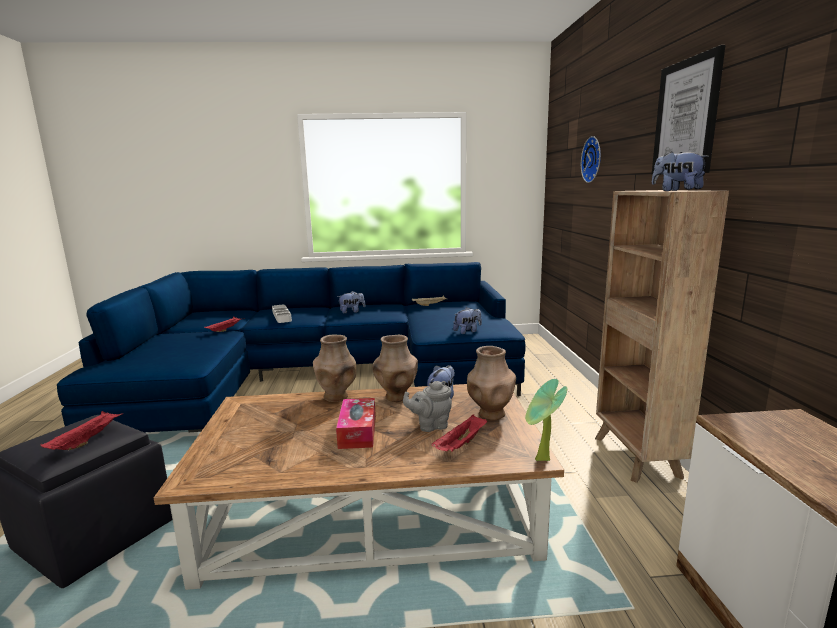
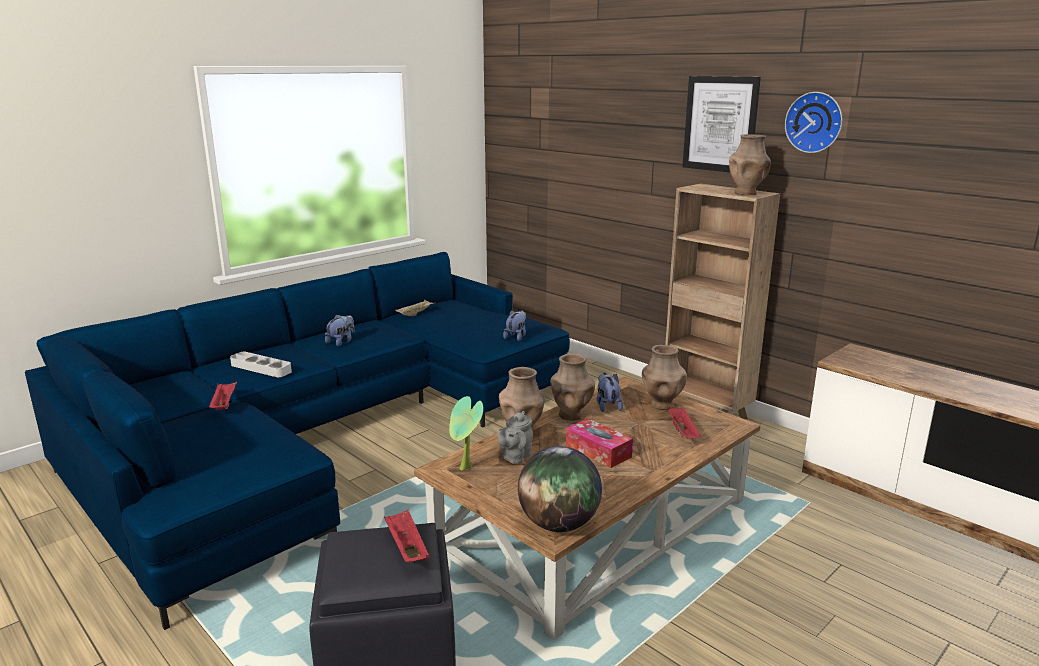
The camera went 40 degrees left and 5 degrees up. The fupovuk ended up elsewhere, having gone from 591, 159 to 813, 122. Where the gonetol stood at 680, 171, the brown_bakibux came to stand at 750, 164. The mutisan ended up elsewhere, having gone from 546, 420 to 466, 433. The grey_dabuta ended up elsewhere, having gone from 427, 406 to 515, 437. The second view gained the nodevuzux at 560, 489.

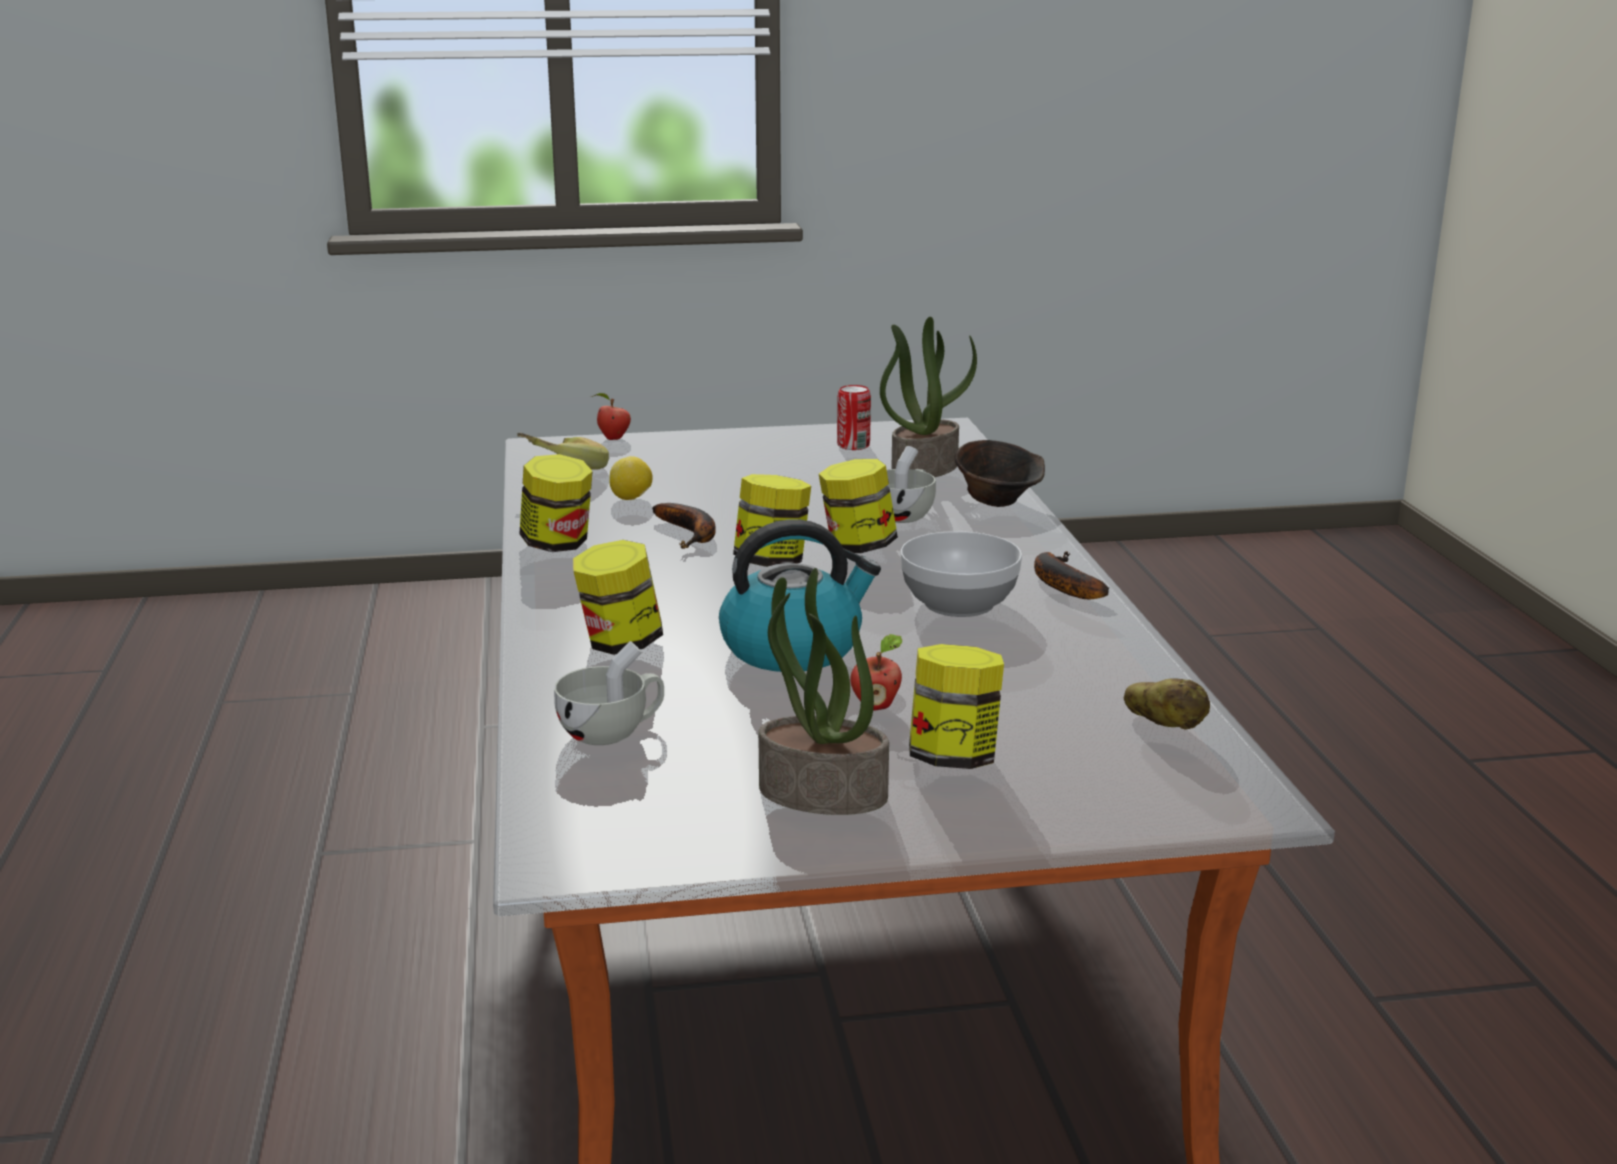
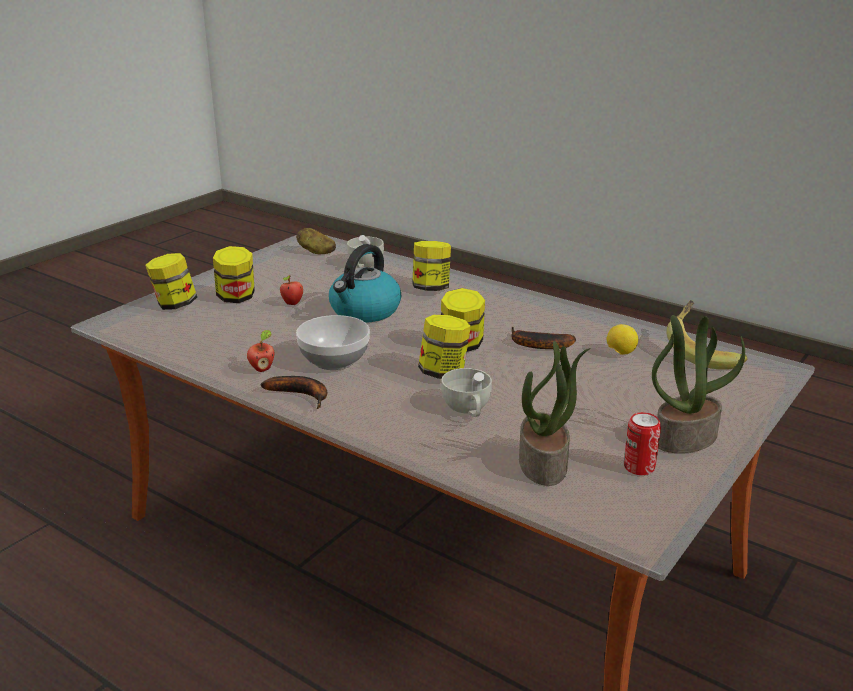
The camera went 135 degrees right and 5 degrees up. The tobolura ended up elsewhere, having gone from 611, 416 to 260, 351. The second view lost the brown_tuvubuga at 999, 473. The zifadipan ended up elsewhere, having gone from 556, 503 to 171, 281. The mutisan ended up elsewhere, having gone from 823, 691 to 698, 384. The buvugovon ended up elsewhere, having gone from 1167, 704 to 316, 241.

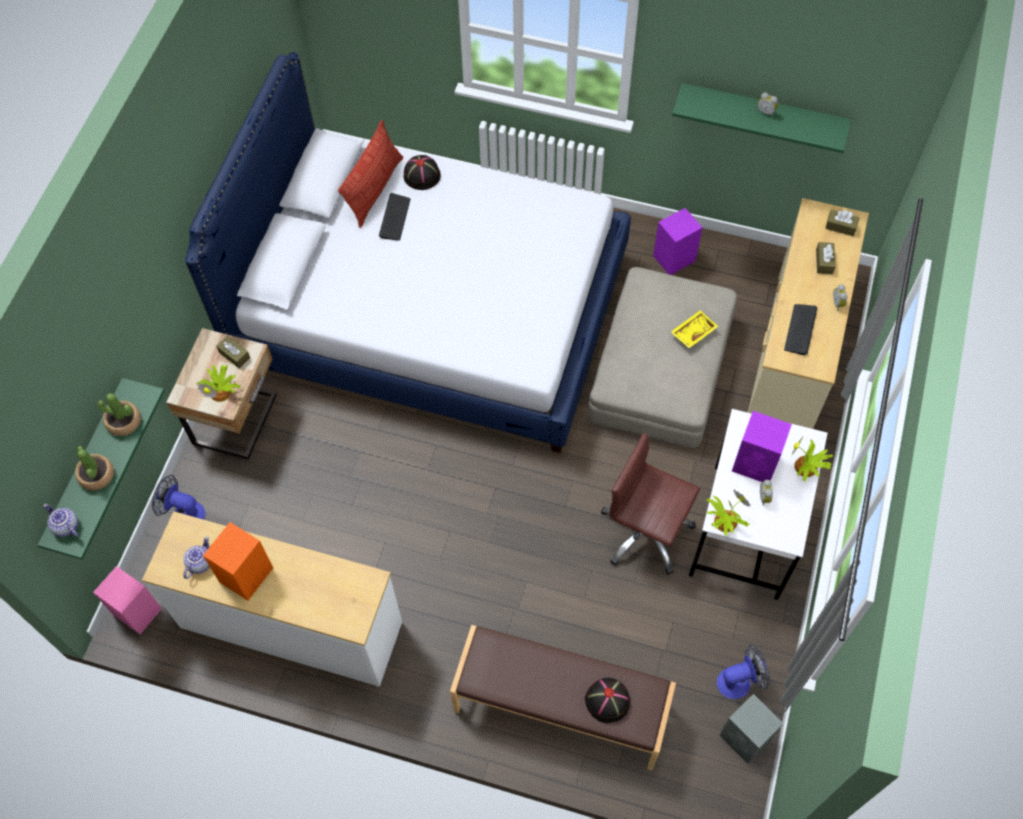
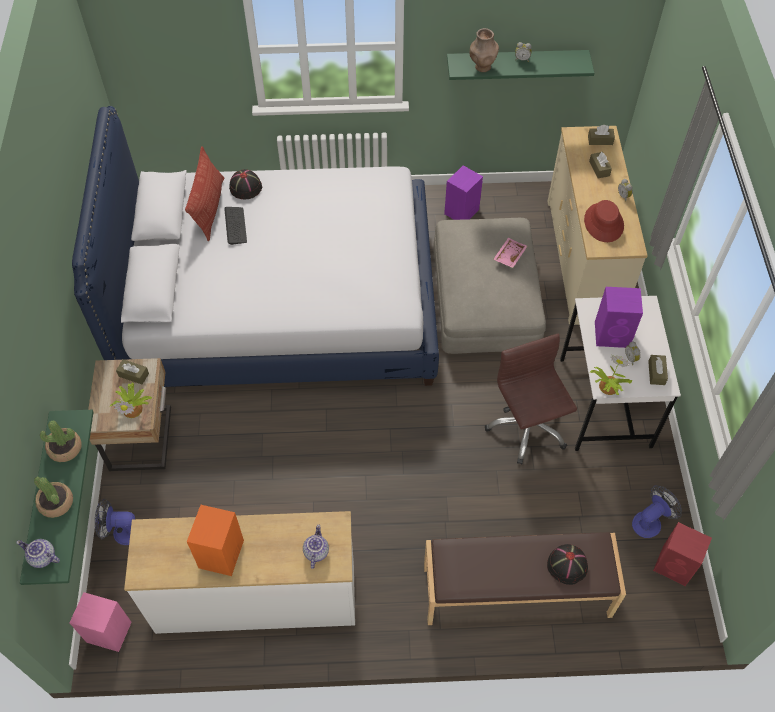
The camera went 20 degrees left and 5 degrees down. Where the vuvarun stood at 800, 329, the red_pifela came to stand at 604, 221. What was the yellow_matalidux at 694, 329 turned into the pink_matalidux at 510, 253. The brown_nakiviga at 650, 503 ended up facing another way, 60 degrees clockwise from before. The second view lost the mutisan at 812, 458. The dabuta ended up elsewhere, having gone from 196, 558 to 316, 547. What was the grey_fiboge at 751, 729 turned into the red_fiboge at 682, 554. The second view gained the brown_bakibux at 484, 50. The second view gained the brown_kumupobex at 658, 370.

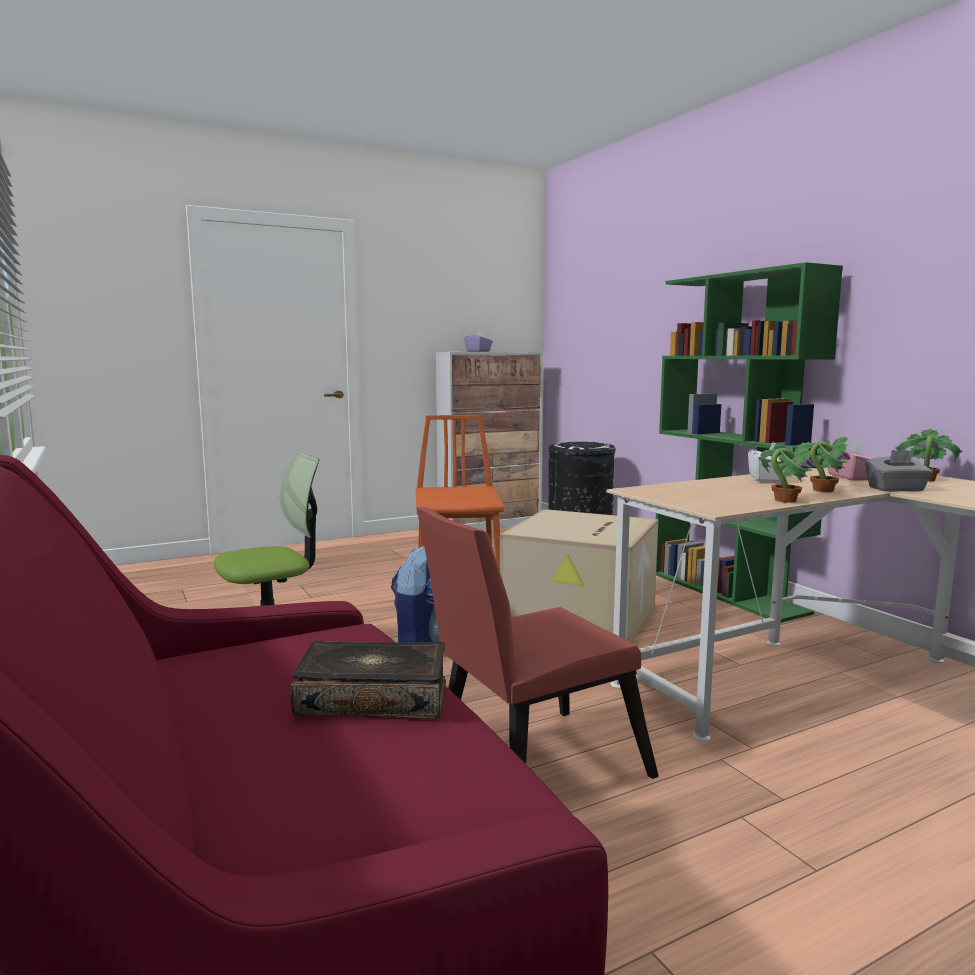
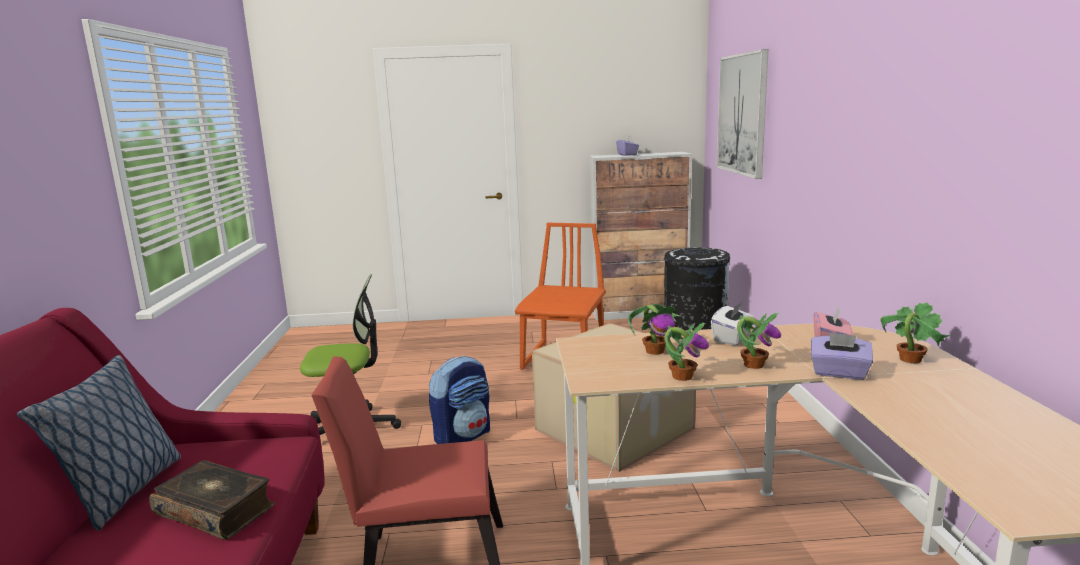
The camera went 25 degrees right and 5 degrees up. The second view lost the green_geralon at 749, 442. What was the grey_kumupobex at 899, 471 turned into the purple_kumupobex at 842, 356. The second view gained the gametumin at 742, 114. The second view gained the mutisan at 653, 329. The second view gained the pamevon at 99, 443.

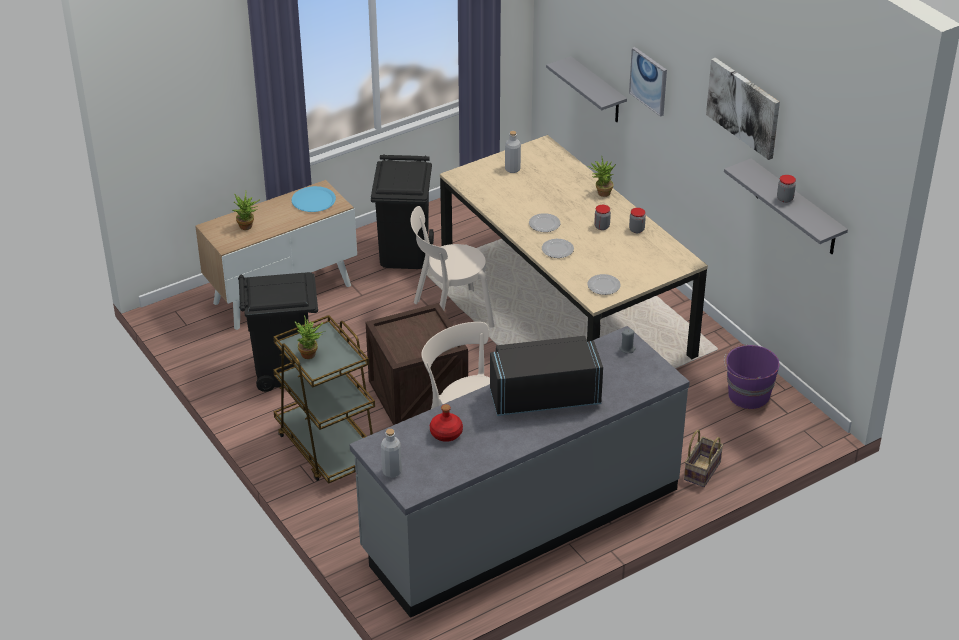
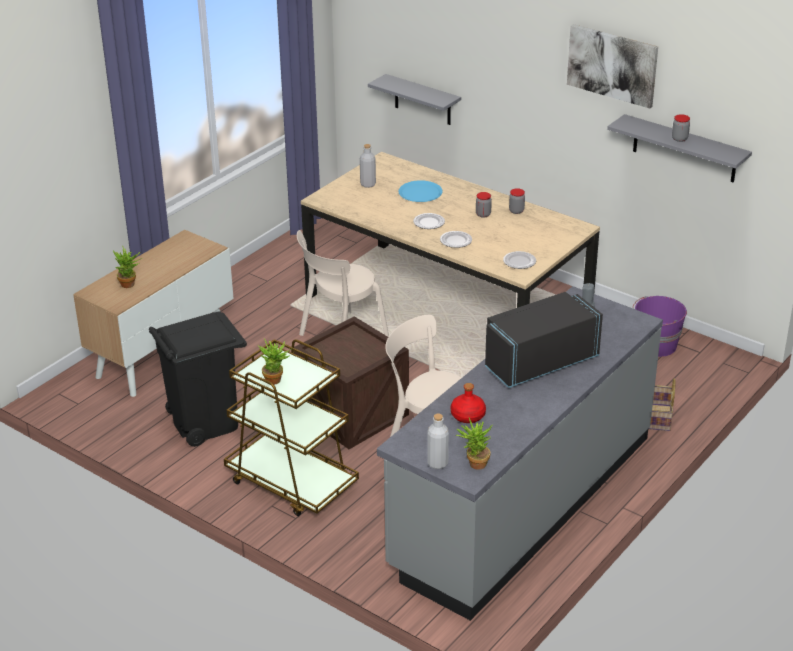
The camera went 20 degrees left and 5 degrees down. The second view lost the gametumin at 648, 82. The second view lost the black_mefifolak at 402, 211. The mutisan ended up elsewhere, having gone from 602, 177 to 474, 443. The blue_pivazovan ended up elsewhere, having gone from 314, 199 to 420, 191.

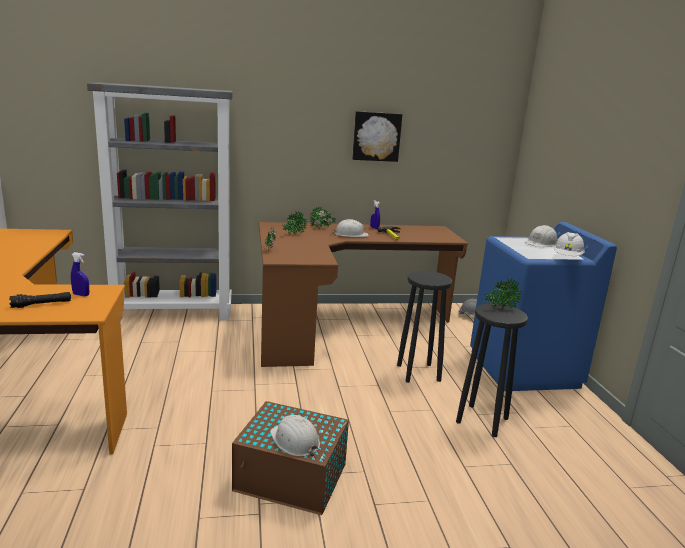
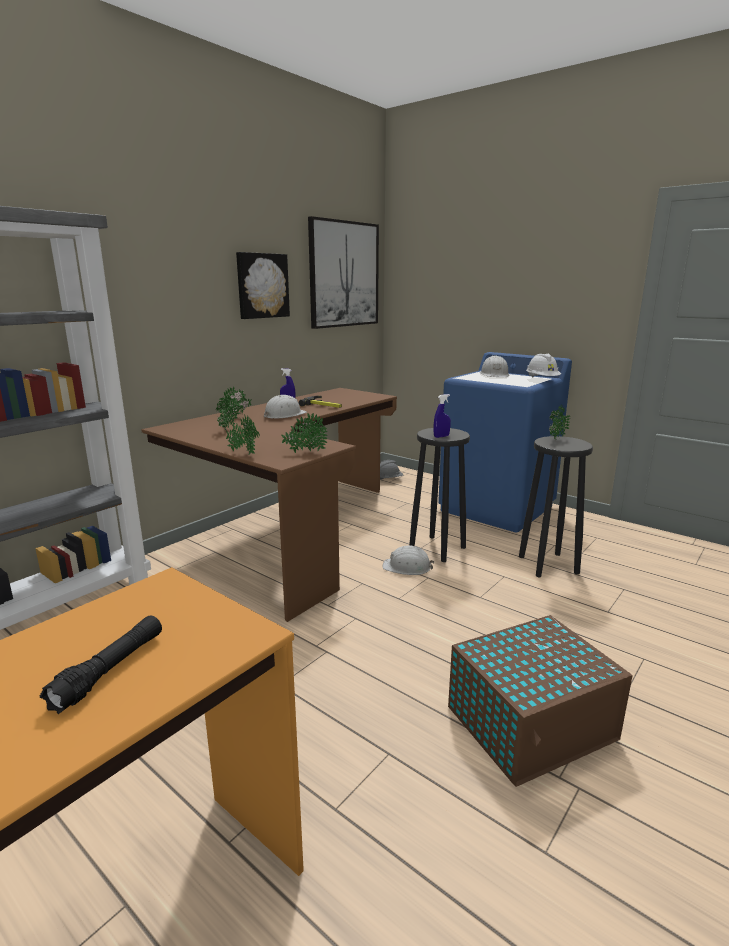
The camera went 40 degrees left and 0 degrees up. The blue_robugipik ended up elsewhere, having gone from 80, 274 to 442, 416. The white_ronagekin ended up elsewhere, having gone from 295, 435 to 408, 560. The second view gained the gametumin at 343, 272. The second view gained the mutisan at 304, 433.

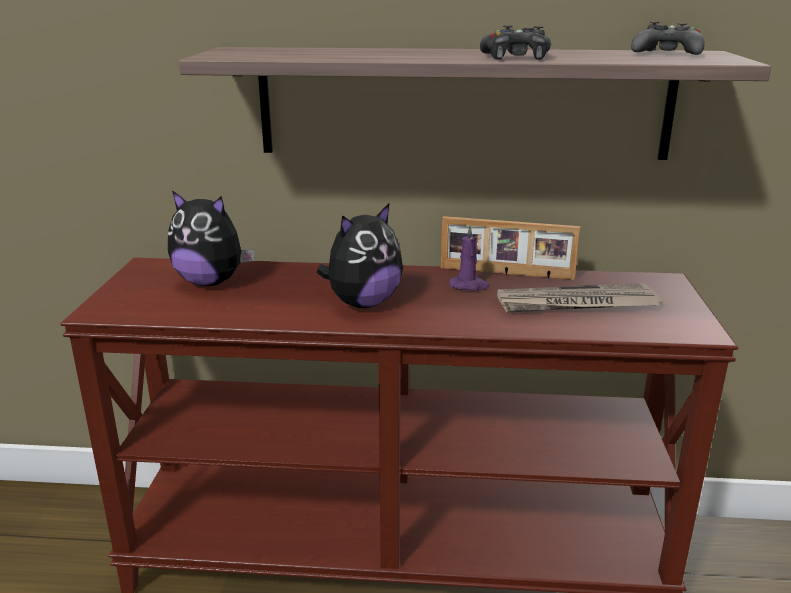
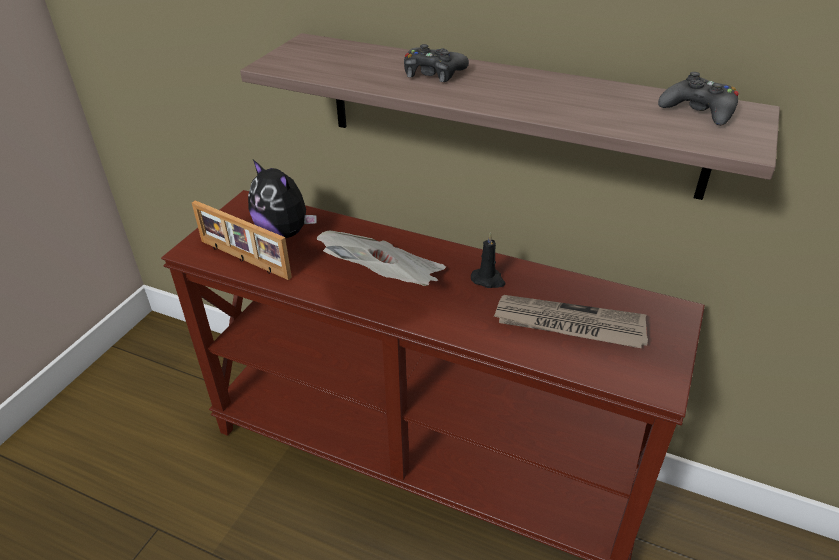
The camera went 20 degrees right and 15 degrees up. The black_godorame ended up elsewhere, having gone from 515, 42 to 436, 63. Where the gonetol stood at 360, 255, the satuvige came to stand at 381, 258. The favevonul ended up elsewhere, having gone from 510, 248 to 242, 240. What was the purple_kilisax at 469, 257 turned into the black_kilisax at 488, 260.

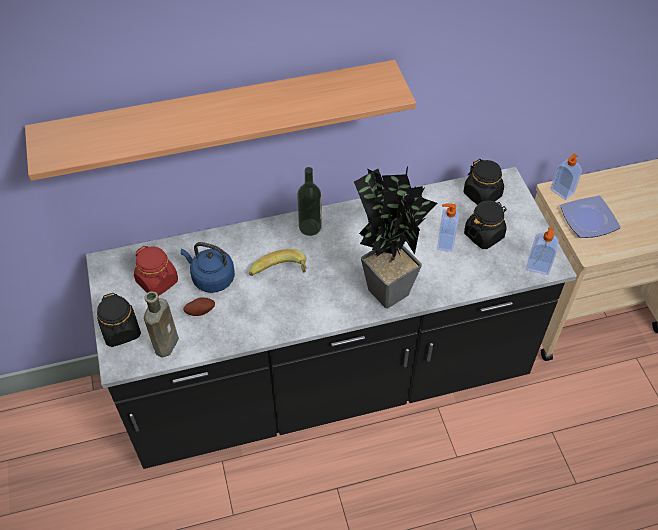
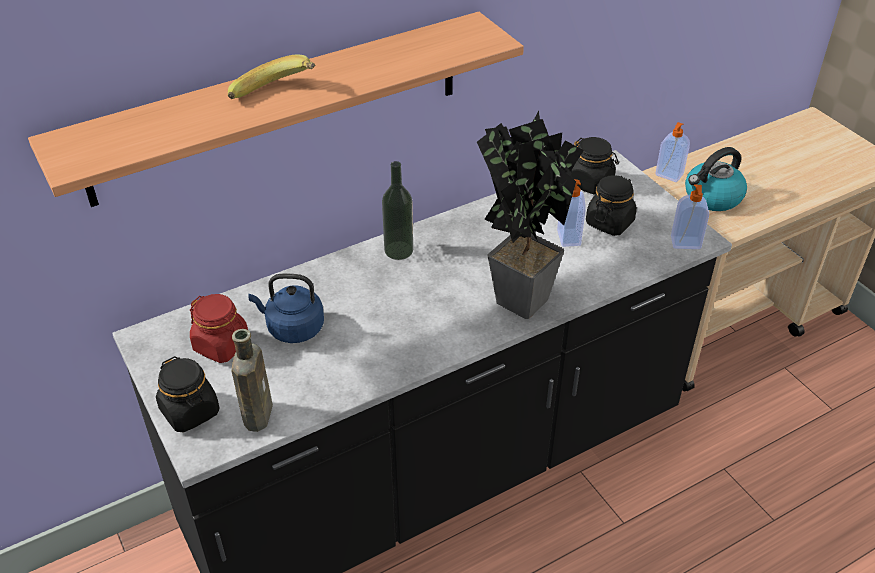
The camera went 15 degrees left and 10 degrees down. Where the pivazovan stood at 590, 217, the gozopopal came to stand at 716, 179. The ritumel ended up elsewhere, having gone from 278, 262 to 271, 77. The second view lost the buvugovon at 199, 307.

